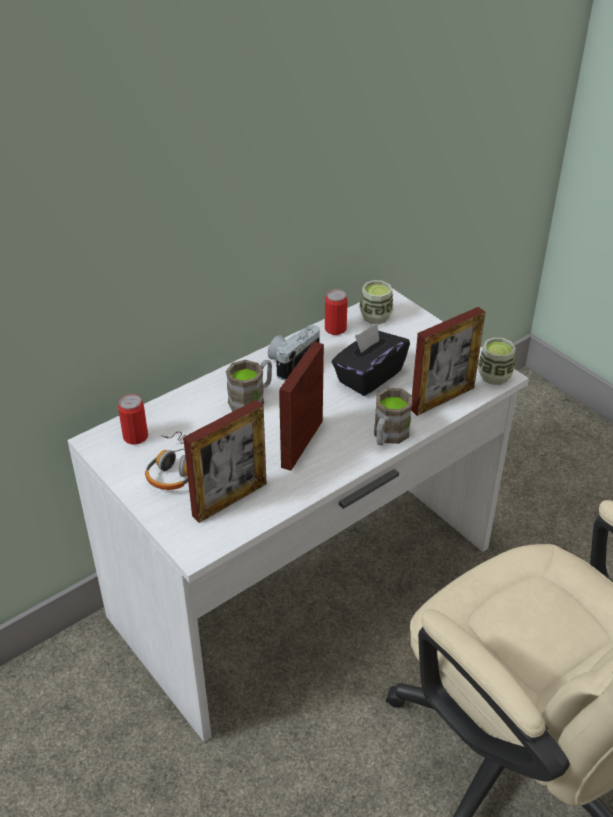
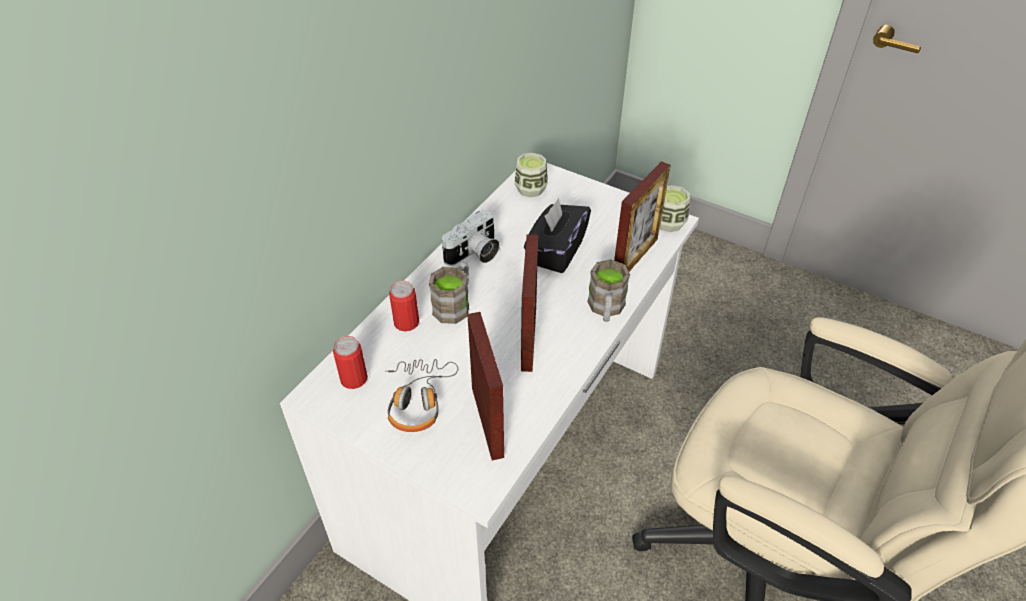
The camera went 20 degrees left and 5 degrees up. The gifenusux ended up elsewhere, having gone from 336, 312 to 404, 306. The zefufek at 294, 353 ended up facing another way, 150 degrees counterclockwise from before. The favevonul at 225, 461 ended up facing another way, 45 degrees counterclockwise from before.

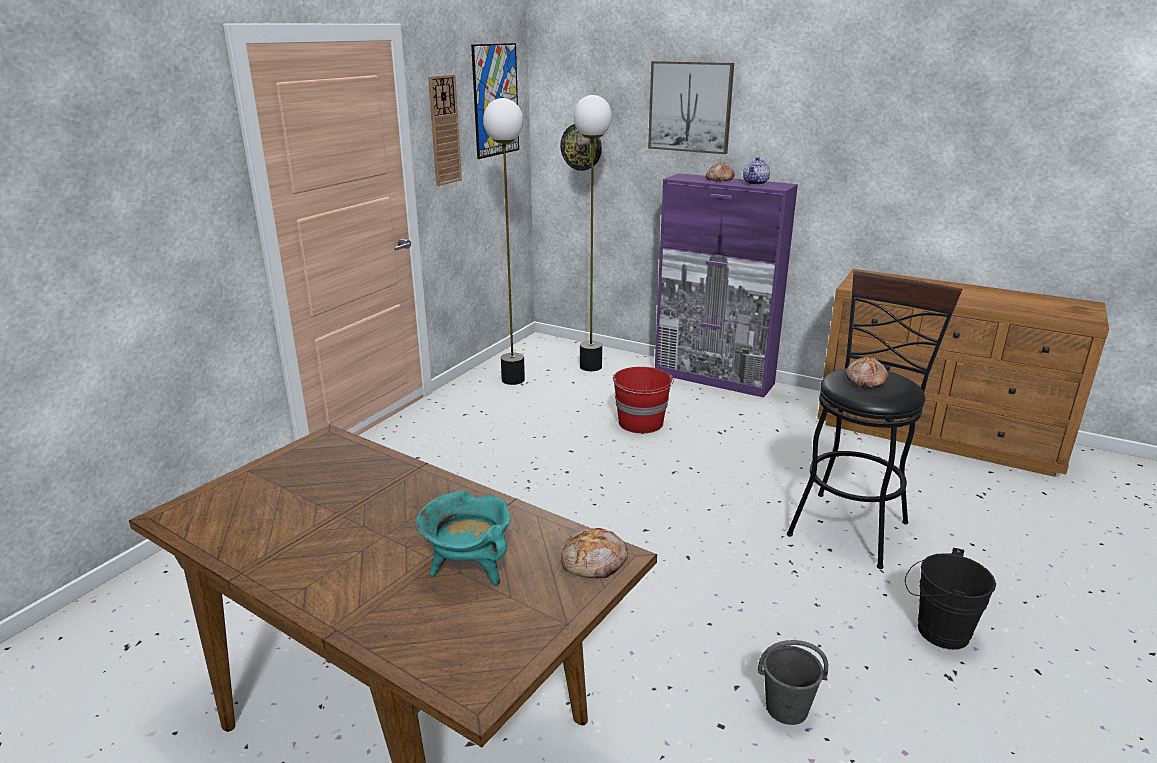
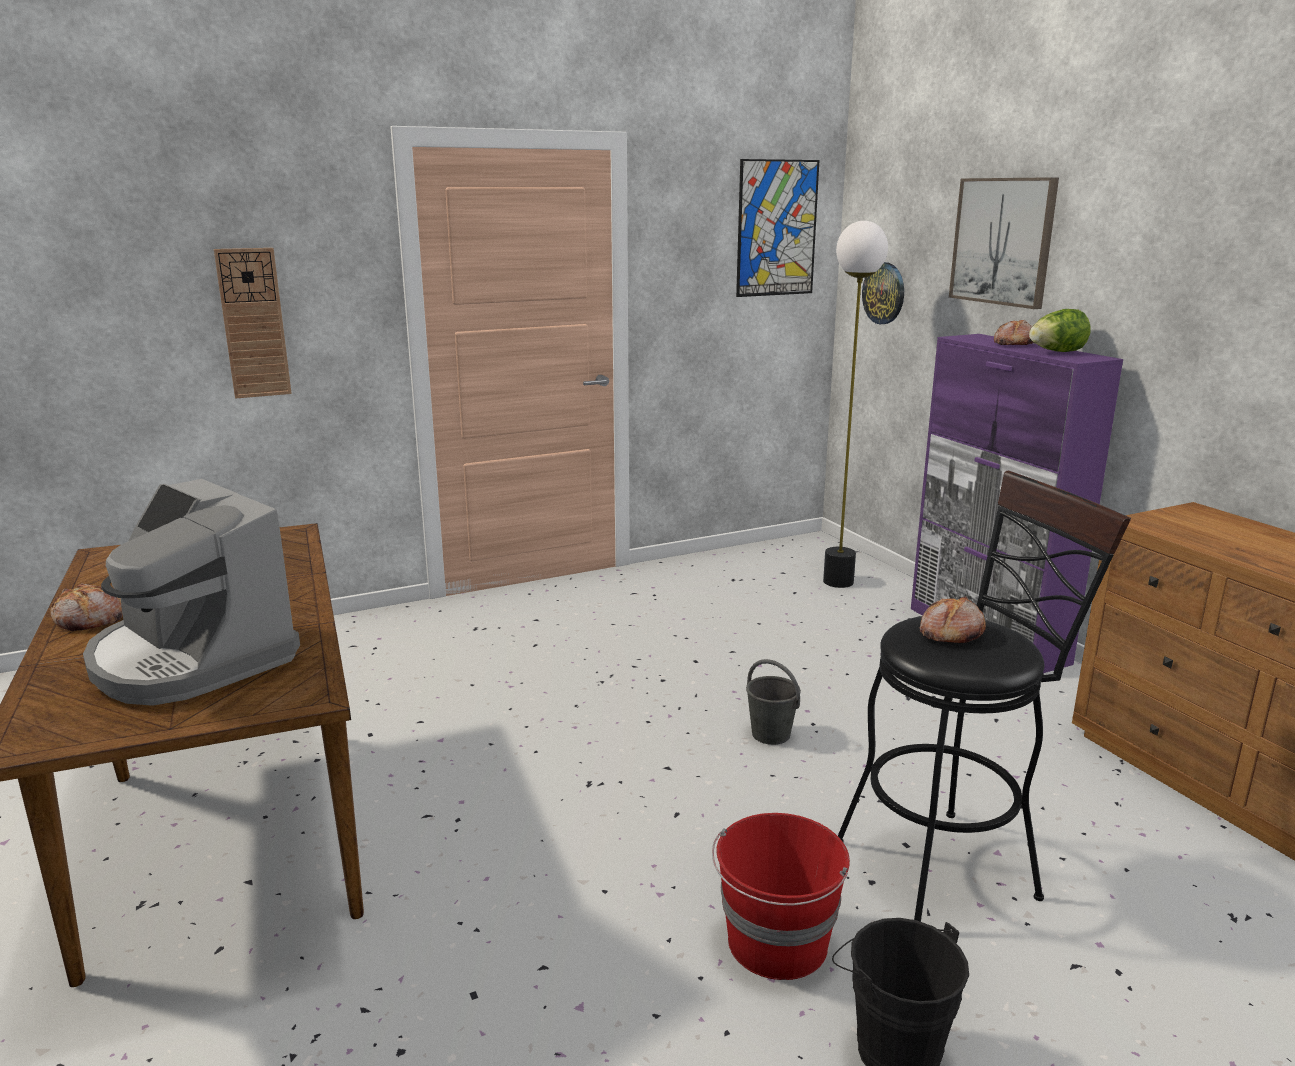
The camera went 35 degrees right and 5 degrees down. The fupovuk ended up elsewhere, having gone from 445, 130 to 253, 323. The second view lost the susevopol at 504, 241. Where the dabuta stood at 756, 171, the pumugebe came to stand at 1060, 330. The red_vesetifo ended up elsewhere, having gone from 643, 400 to 781, 896. Where the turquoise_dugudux stood at 463, 538, the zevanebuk came to stand at 191, 592. The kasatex ended up elsewhere, having gone from 594, 553 to 87, 607. The grey_vesetifo ended up elsewhere, having gone from 793, 682 to 773, 702.

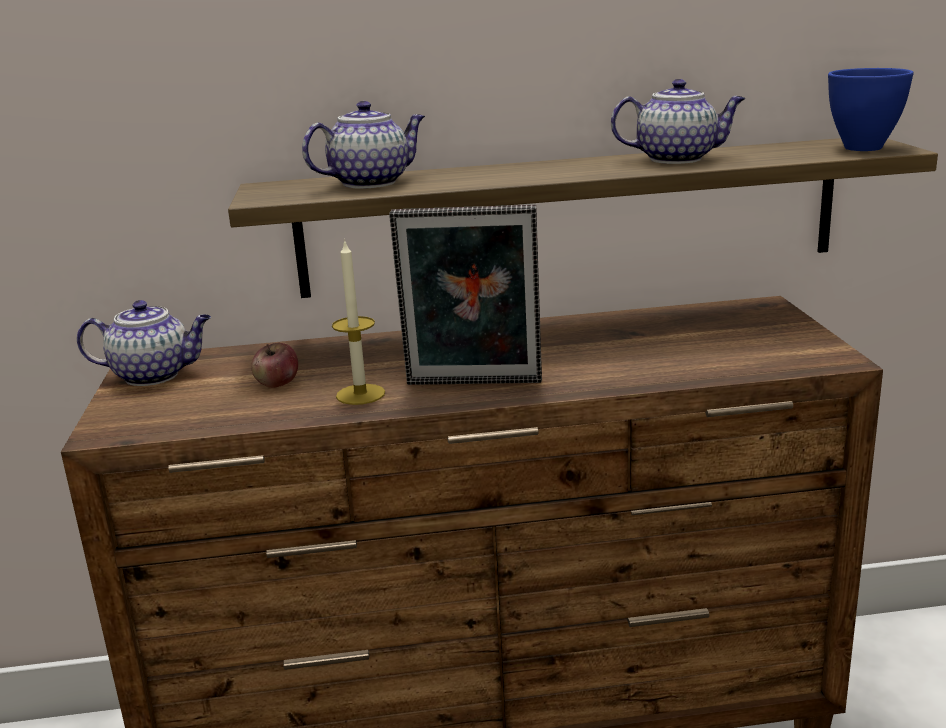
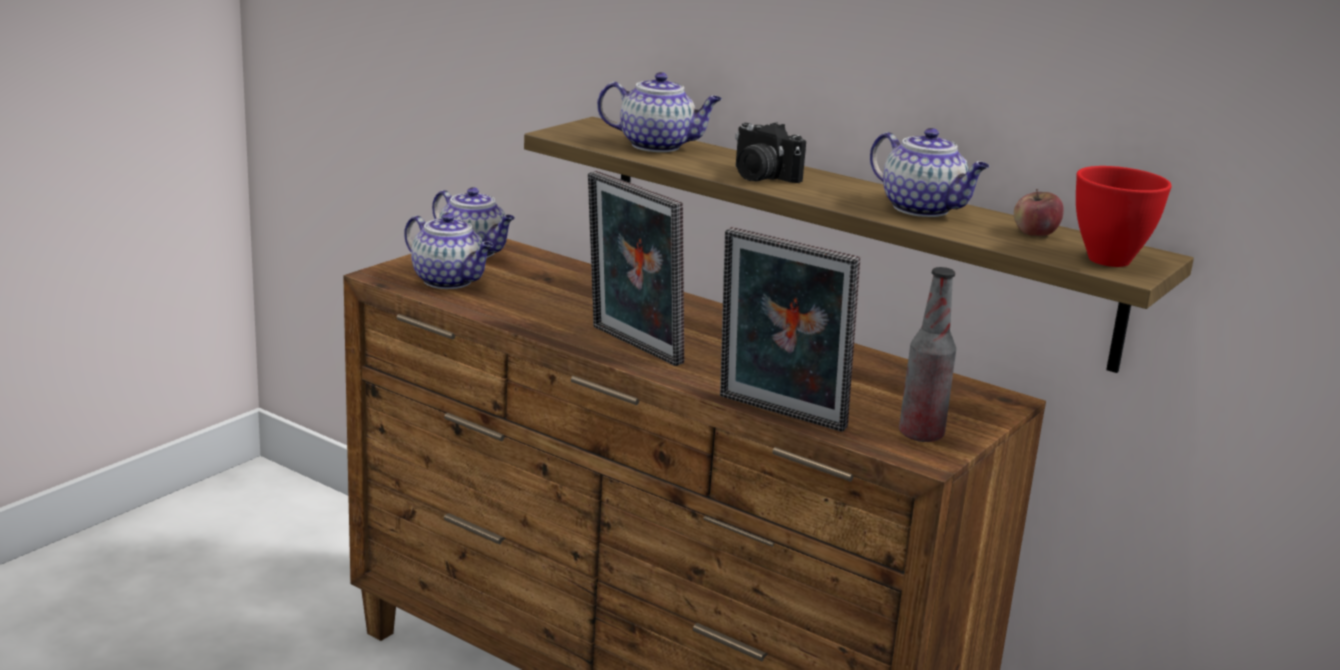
The camera went 40 degrees right and 0 degrees up. What was the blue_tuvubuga at 871, 109 turned into the red_tuvubuga at 1124, 216. The second view lost the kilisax at 358, 322. The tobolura ended up elsewhere, having gone from 274, 365 to 1039, 212. The second view gained the zefufek at 770, 152. The second view gained the dabuta at 449, 251. The second view gained the favevonul at 790, 329. The second view gained the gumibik at 927, 354.

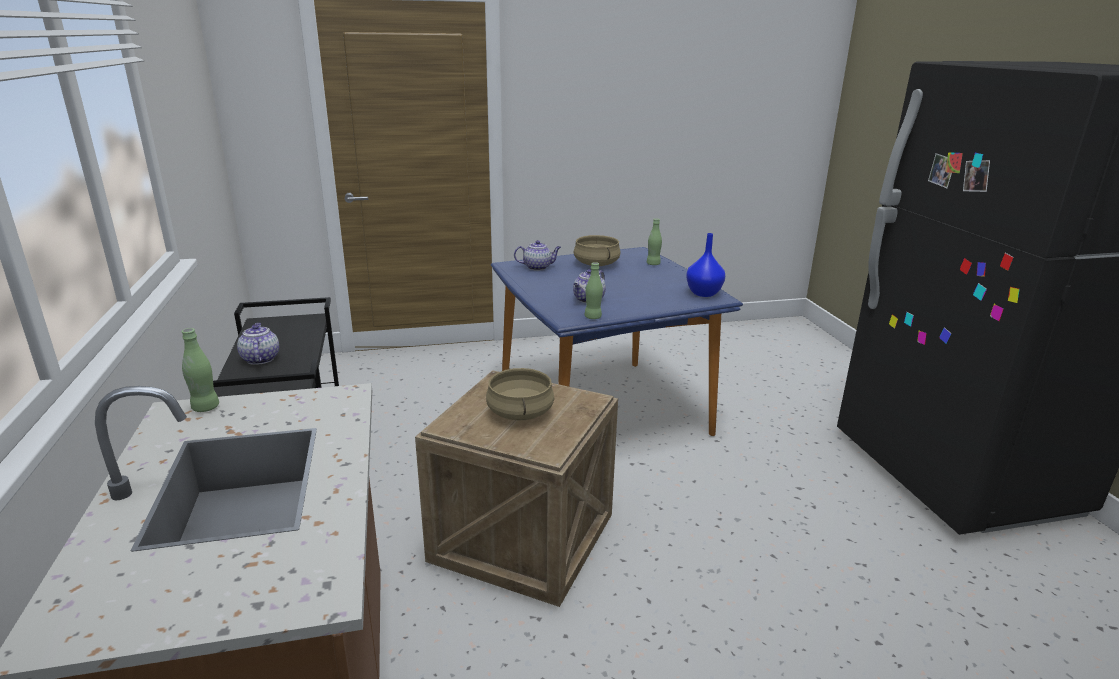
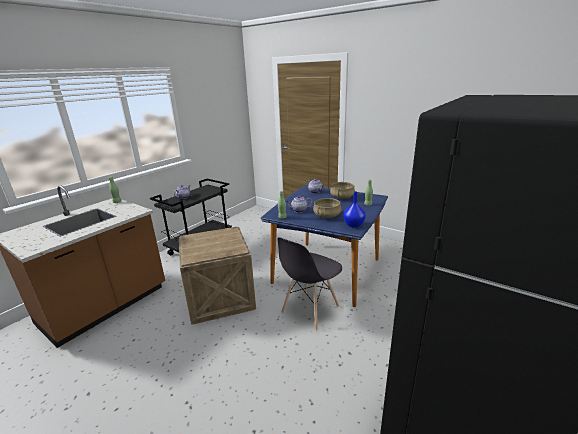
The camera went 50 degrees right and 0 degrees up. The beige_dugudux ended up elsewhere, having gone from 520, 394 to 327, 208. The second view gained the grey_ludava at 310, 284.

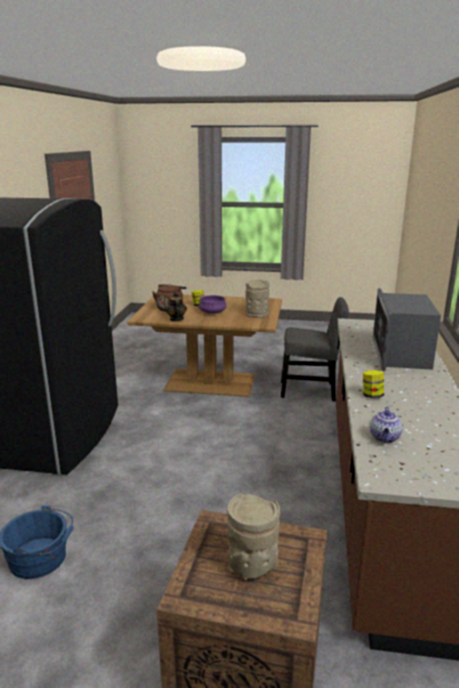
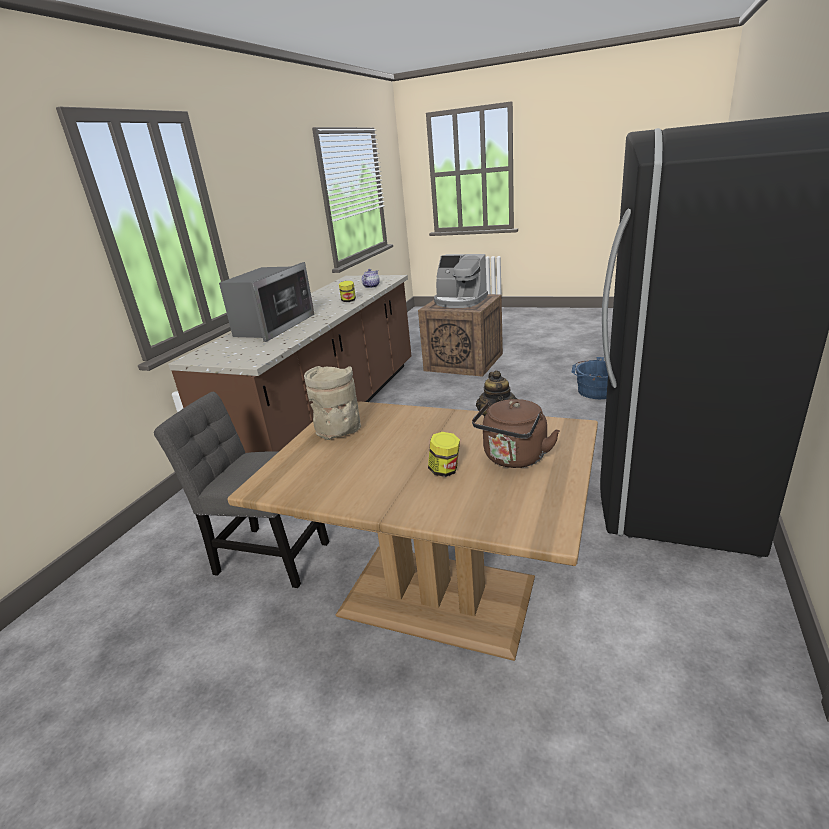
The camera went 165 degrees left and 5 degrees up. The second view lost the purple_dugudux at 212, 304. Where the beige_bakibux stood at 253, 536, the zevanebuk came to stand at 461, 281.

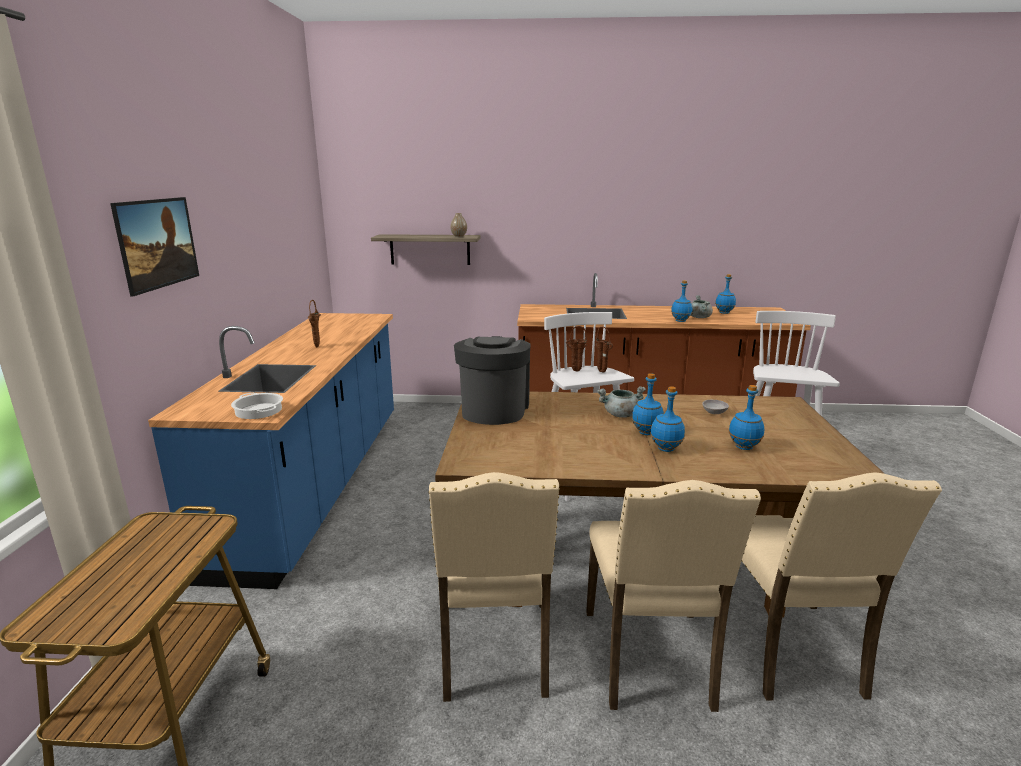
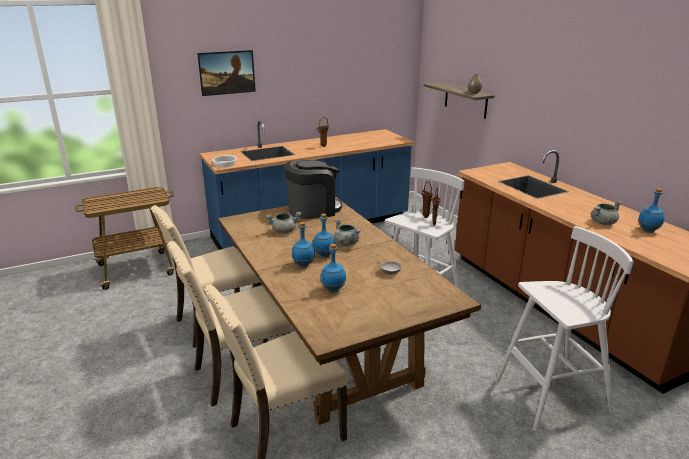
The camera went 60 degrees right and 5 degrees up. The second view lost the blue_gumibik at 682, 301. The second view gained the grey_dugudux at 284, 223.

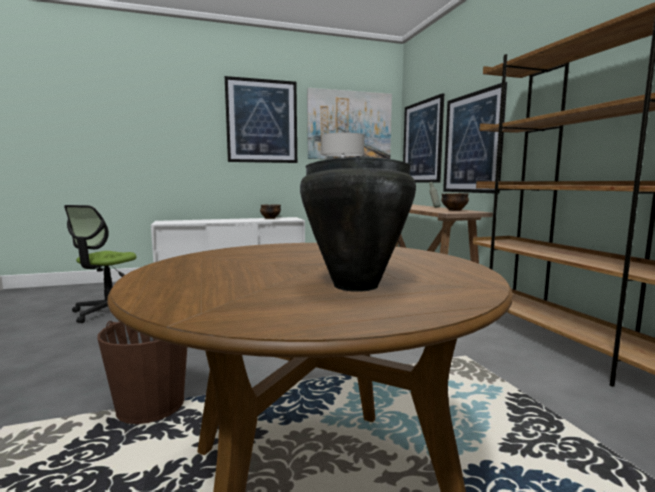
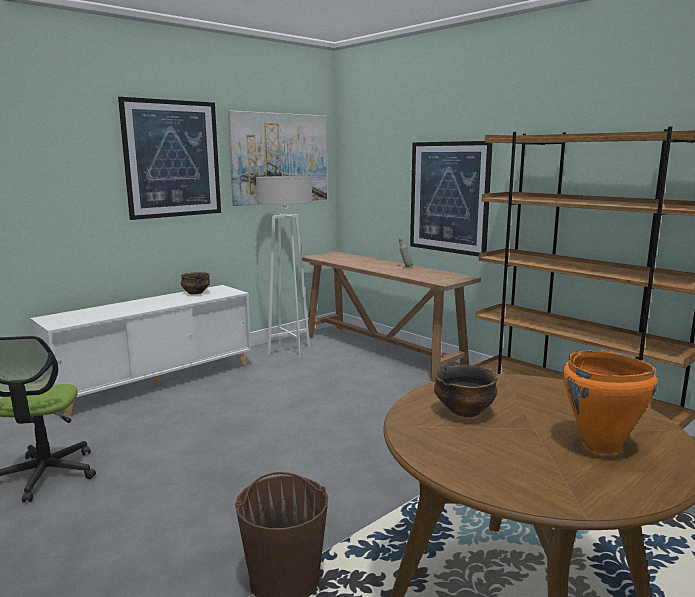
The camera went 25 degrees left and 5 degrees up. The second view lost the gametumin at 423, 138. What was the black_dugudux at 358, 224 turned into the orange_dugudux at 610, 402. The tuvubuga ended up elsewhere, having gone from 455, 202 to 466, 391.

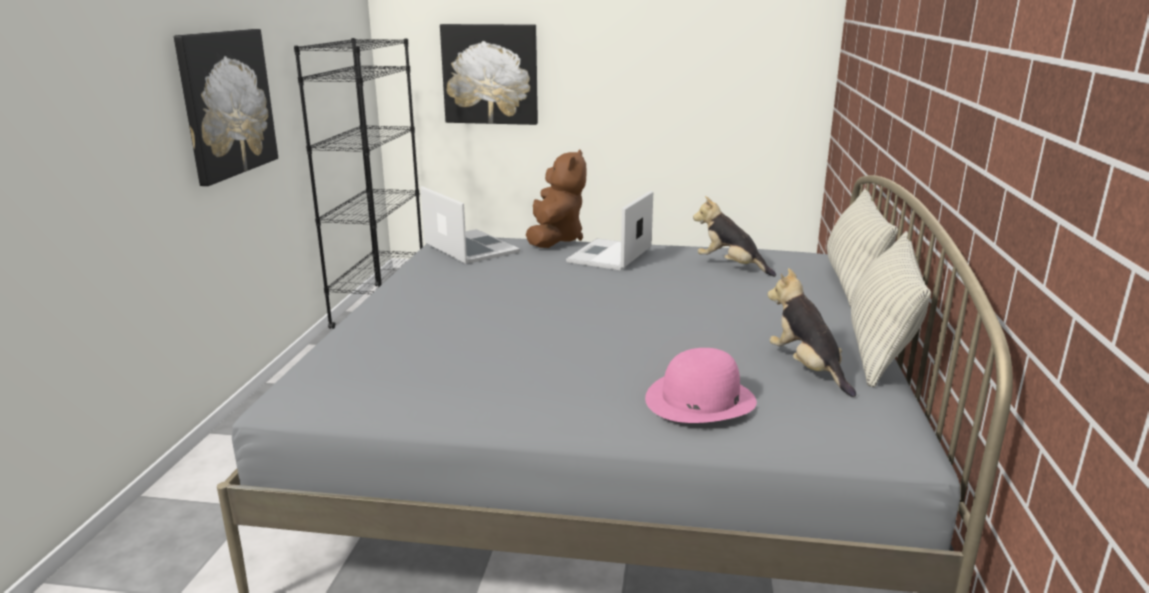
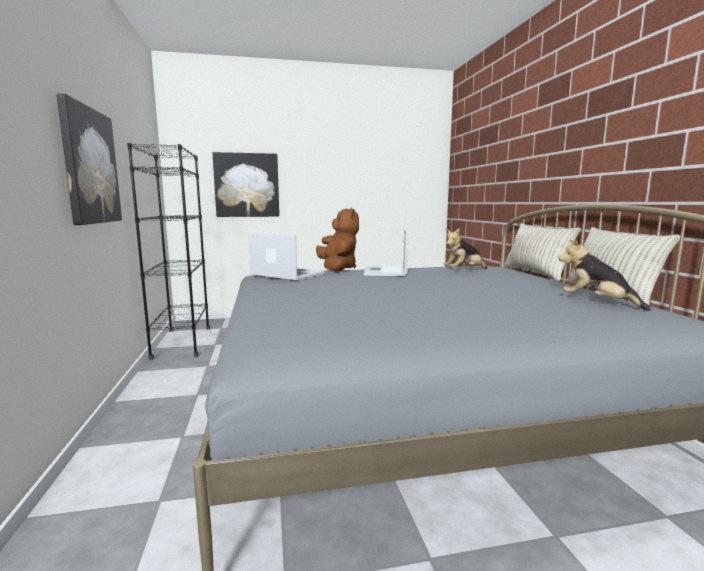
The camera went 20 degrees left and 10 degrees down. The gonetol at 734, 236 ended up facing another way, 45 degrees counterclockwise from before. The second view lost the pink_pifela at 701, 385.

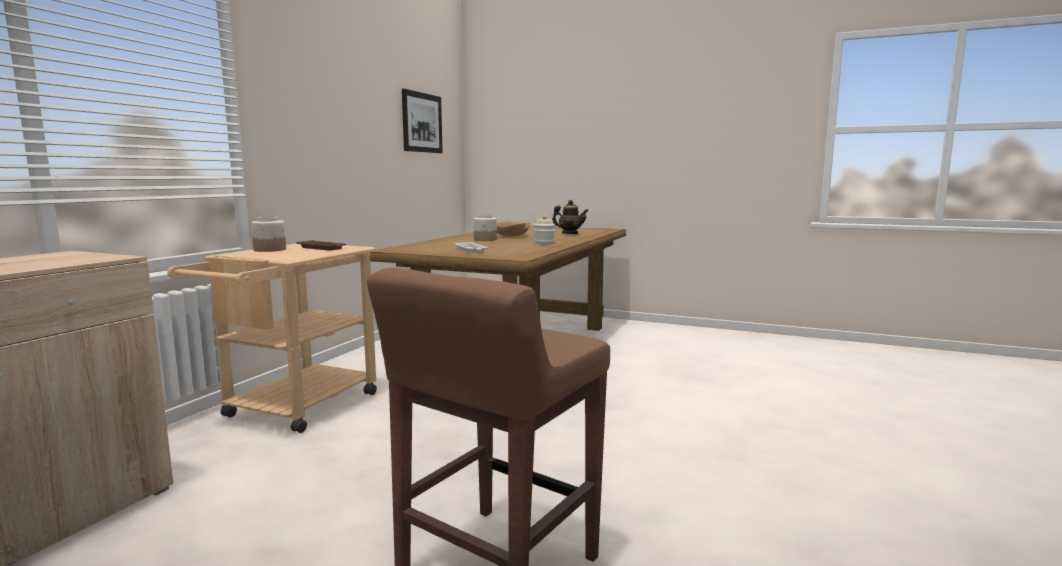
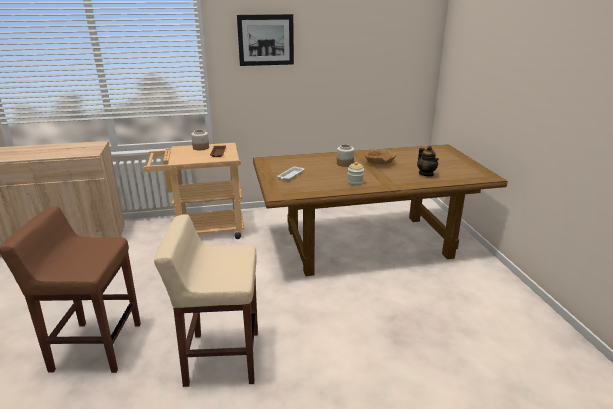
The camera went 55 degrees right and 15 degrees up. The gametumin ended up elsewhere, having gone from 422, 121 to 265, 40. The second view gained the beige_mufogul at 206, 300.

